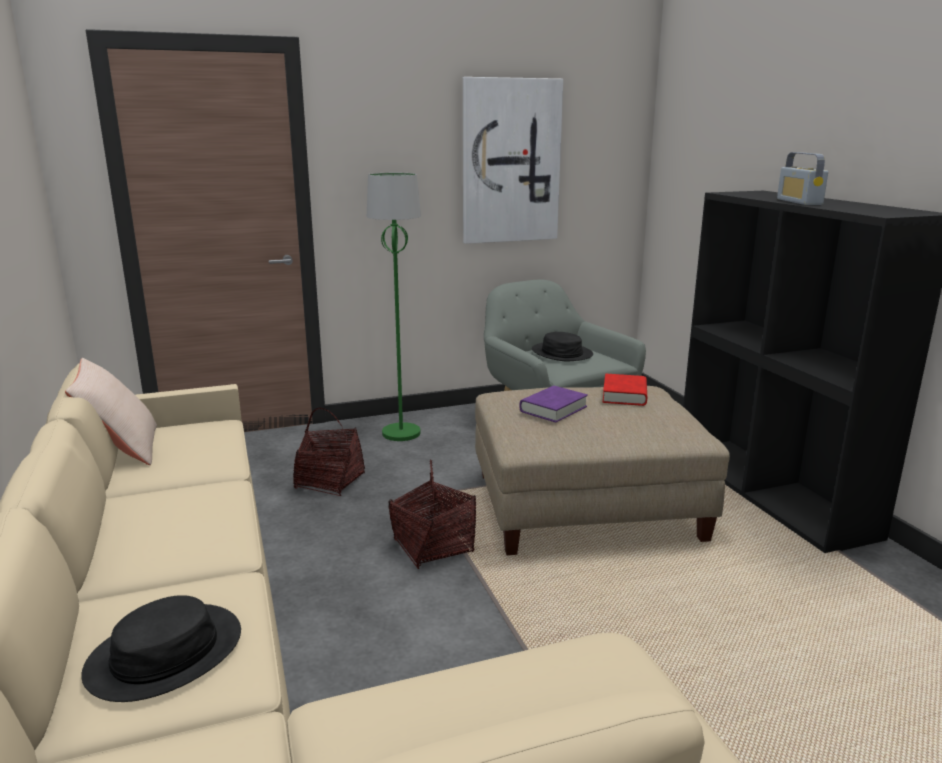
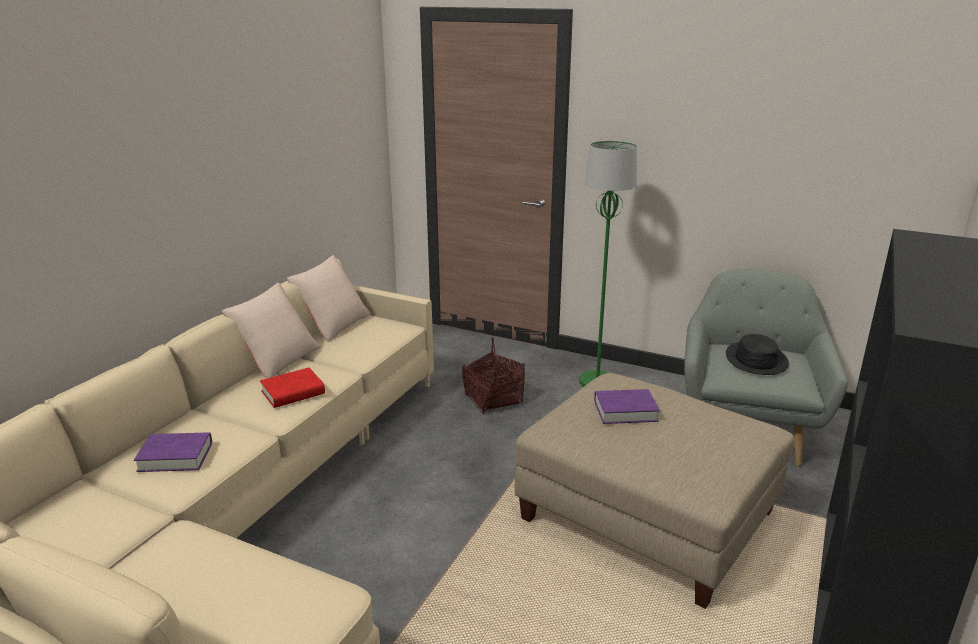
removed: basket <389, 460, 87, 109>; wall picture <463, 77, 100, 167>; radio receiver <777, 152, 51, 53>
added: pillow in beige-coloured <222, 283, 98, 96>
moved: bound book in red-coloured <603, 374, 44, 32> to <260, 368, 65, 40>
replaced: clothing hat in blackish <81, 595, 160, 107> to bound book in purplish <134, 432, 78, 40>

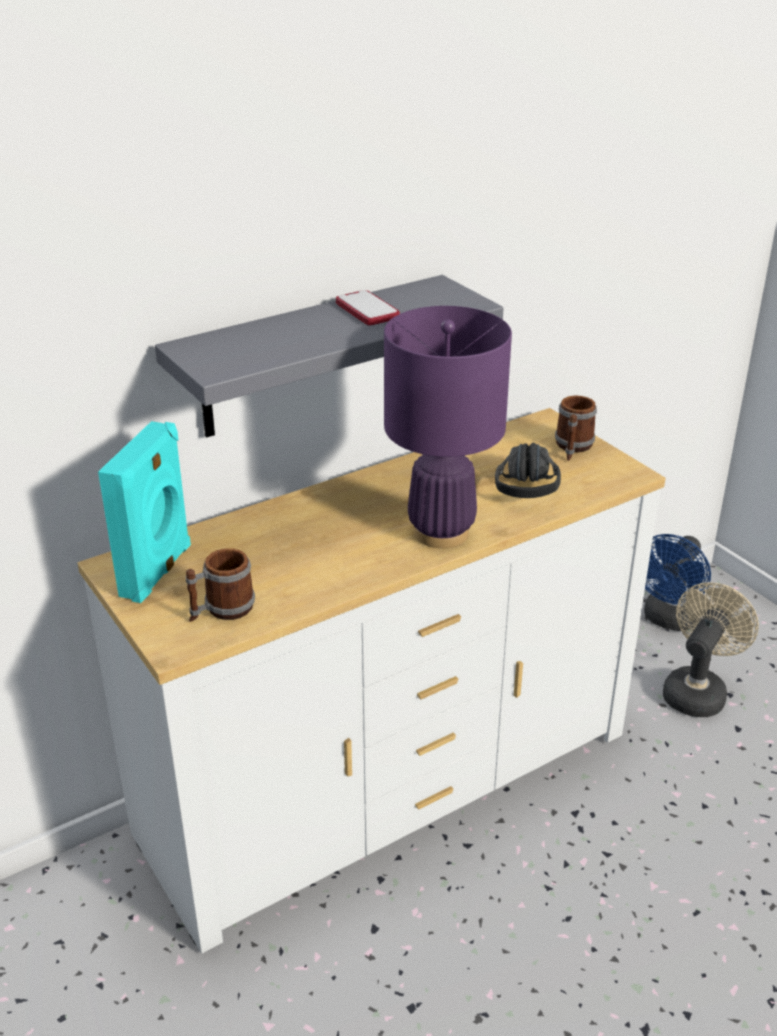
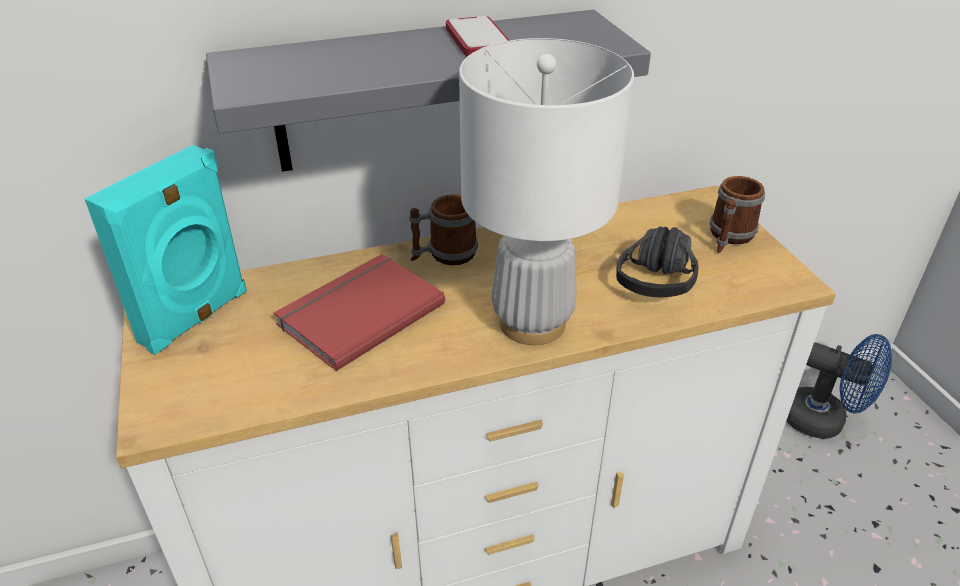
removed: cooling fan in beige-coloured <663, 582, 96, 135>
added: bound book in red-coloured <274, 254, 171, 117>
moved: tea mug <186, 548, 69, 74> to <409, 194, 69, 71>
recoloured: tabletop lamp in purplish <384, 306, 128, 242> to tabletop lamp in whitish <459, 38, 175, 307>
turned: cooling fan in bluish <644, 534, 67, 97> = <786, 334, 106, 105> 105 degrees counterclockwise

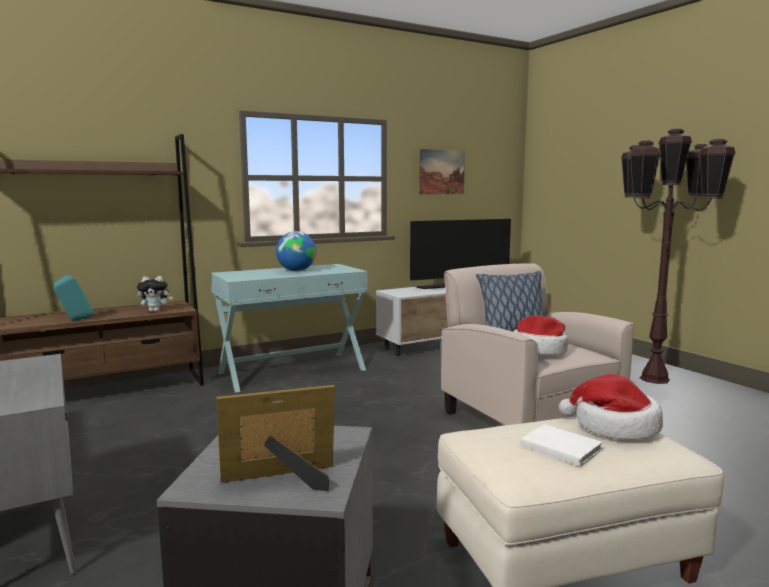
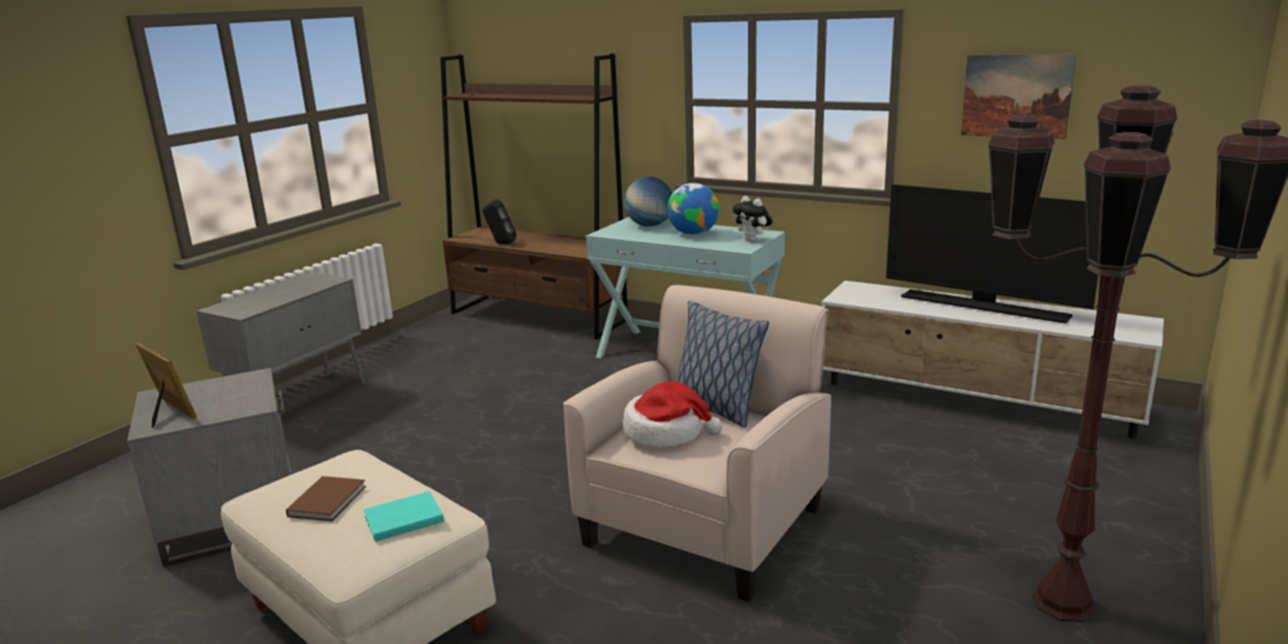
added: desk globe <624, 177, 48, 50>
moved: cuddly toy <137, 276, 36, 36> to <733, 196, 40, 46>
replaced: clothing hat <559, 374, 104, 66> to bound book in turquoise-coloured <364, 491, 80, 51>
recoloured: audio speaker in turquoise-coloured <53, 274, 40, 46> to audio speaker in blackish <482, 199, 34, 45>; bound book in whitish <521, 424, 82, 42> to bound book in brownish <286, 476, 80, 46>

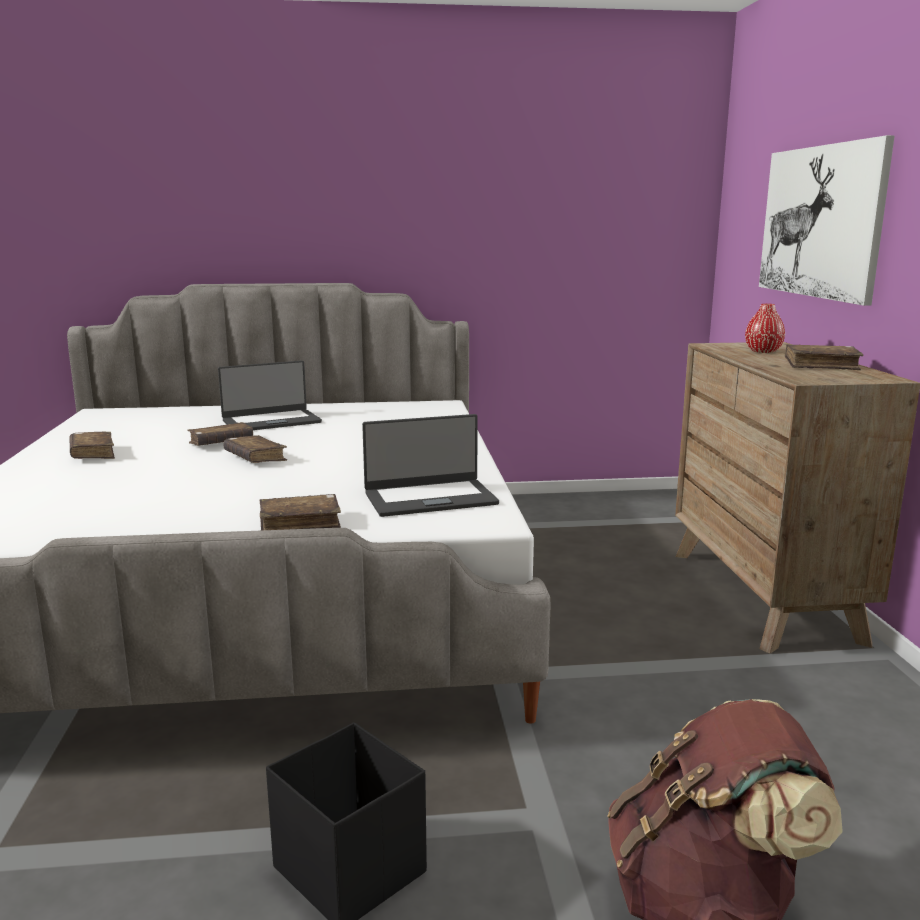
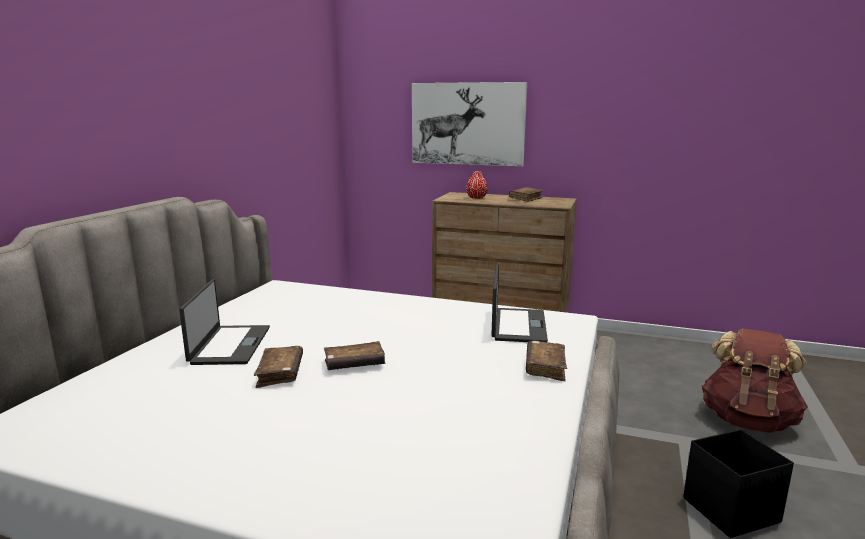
removed: bound book in brownish <69, 432, 46, 27>

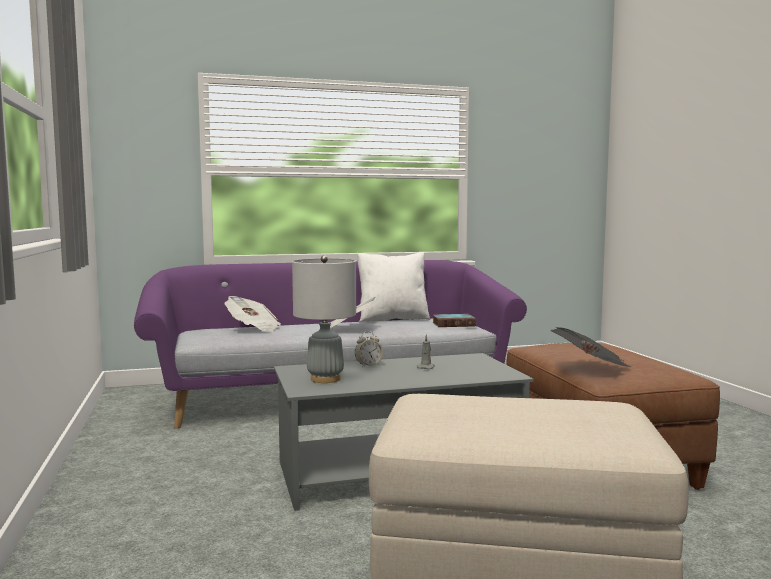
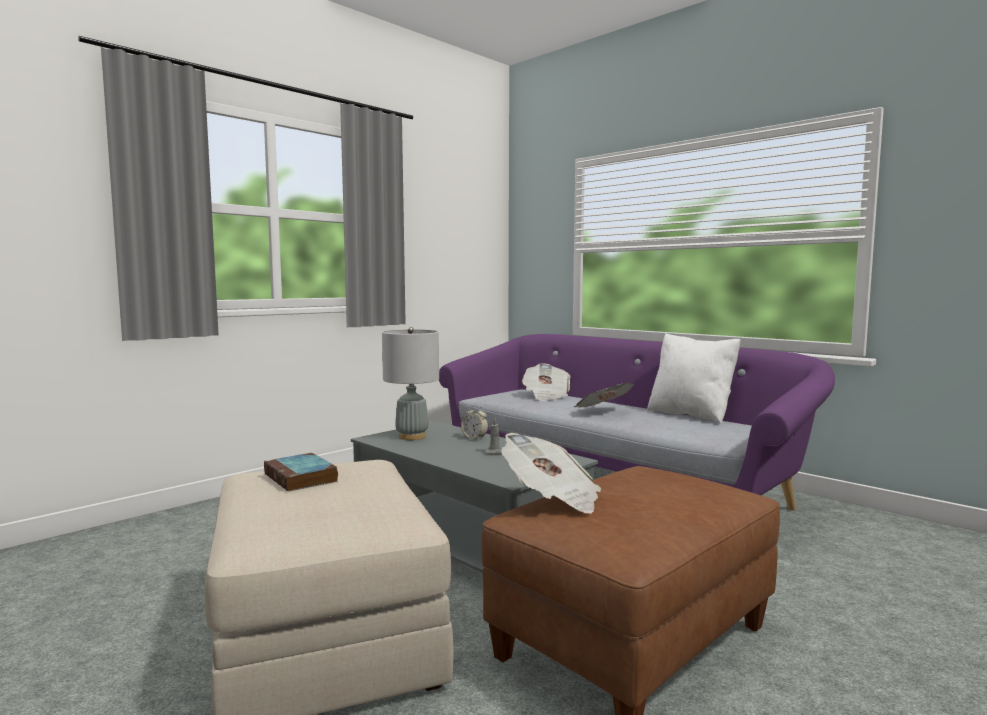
moved: bound book <432, 314, 44, 13> to <264, 453, 74, 39>

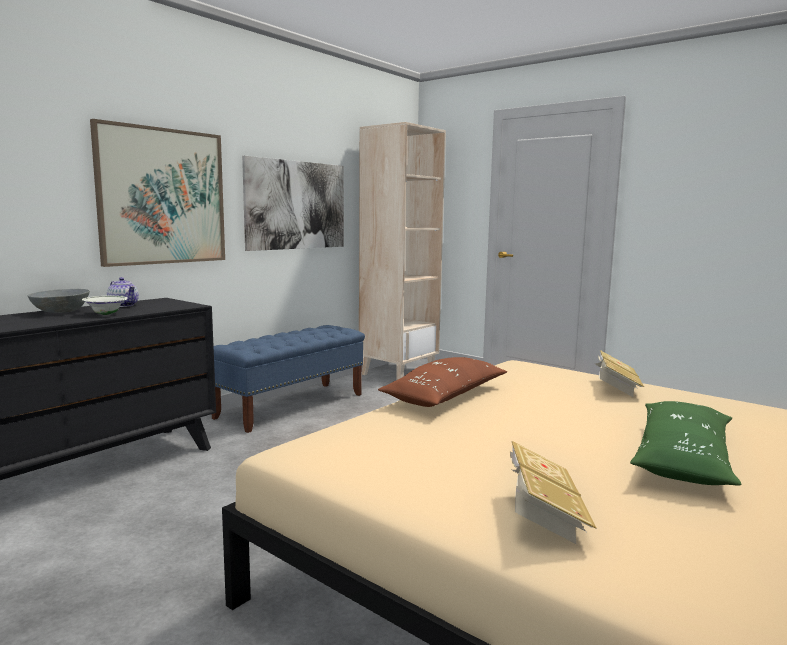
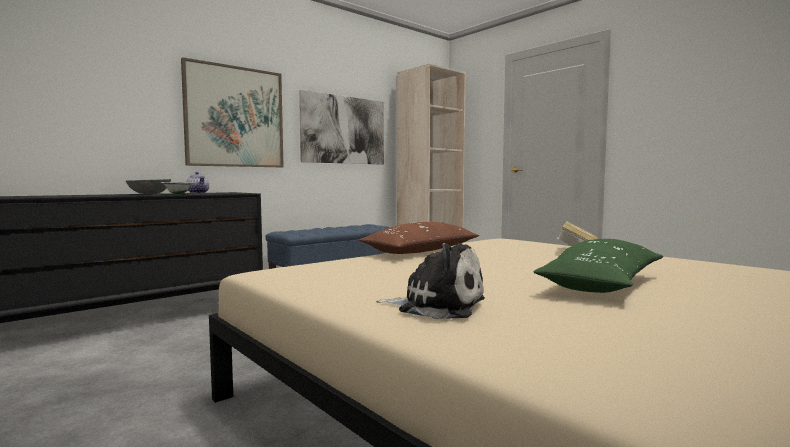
replaced: bound book <506, 441, 90, 103> to cuddly toy <376, 243, 109, 76>

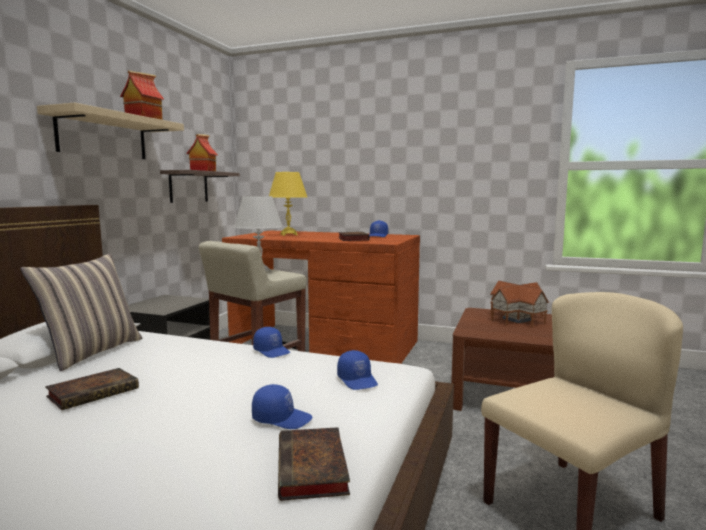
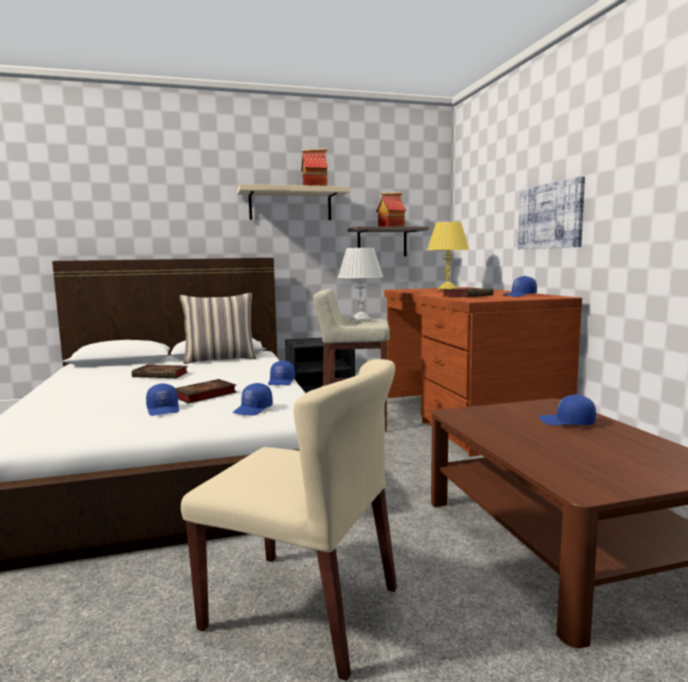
added: wall picture <518, 176, 67, 73>
moved: bound book <278, 427, 72, 74> to <175, 379, 62, 25>
replaced: toy house <490, 281, 59, 46> to cap in bluish <539, 395, 57, 31>

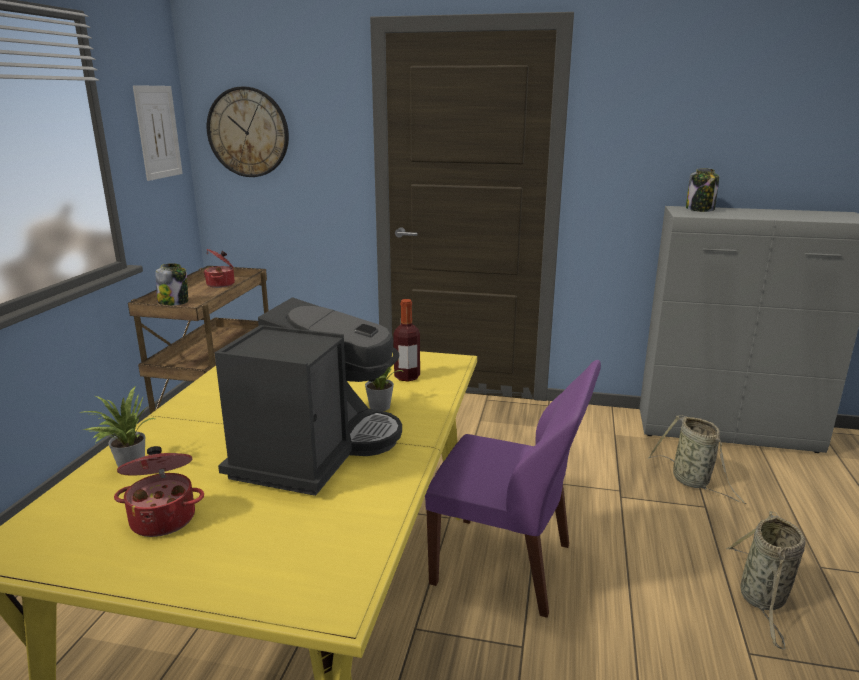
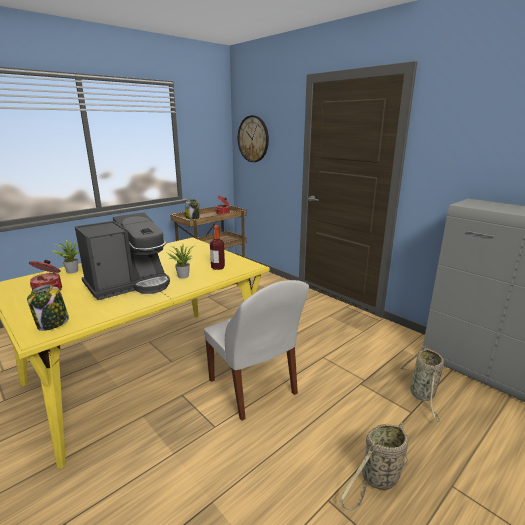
removed: wall picture <133, 85, 50, 96>
moved: jar <686, 168, 33, 44> to <27, 284, 42, 47>
recoloured: chair in purplish <425, 360, 176, 258> to chair in whitish <204, 280, 105, 141>

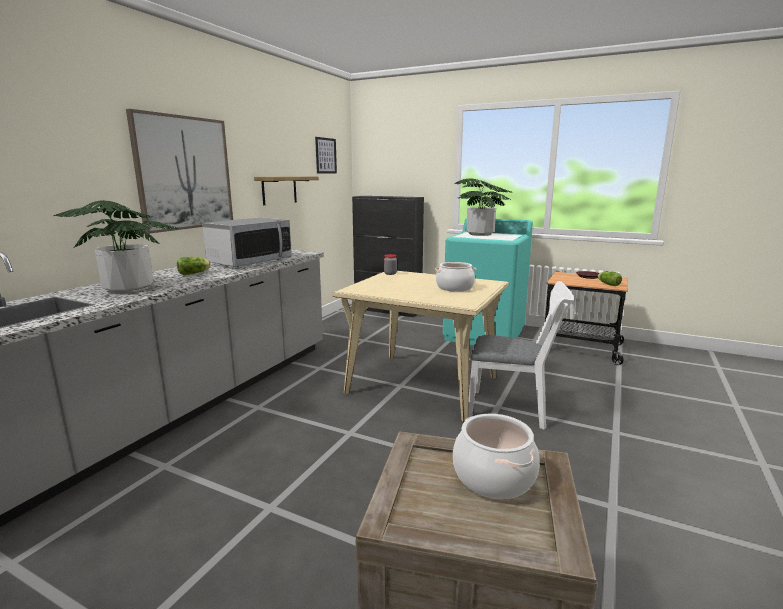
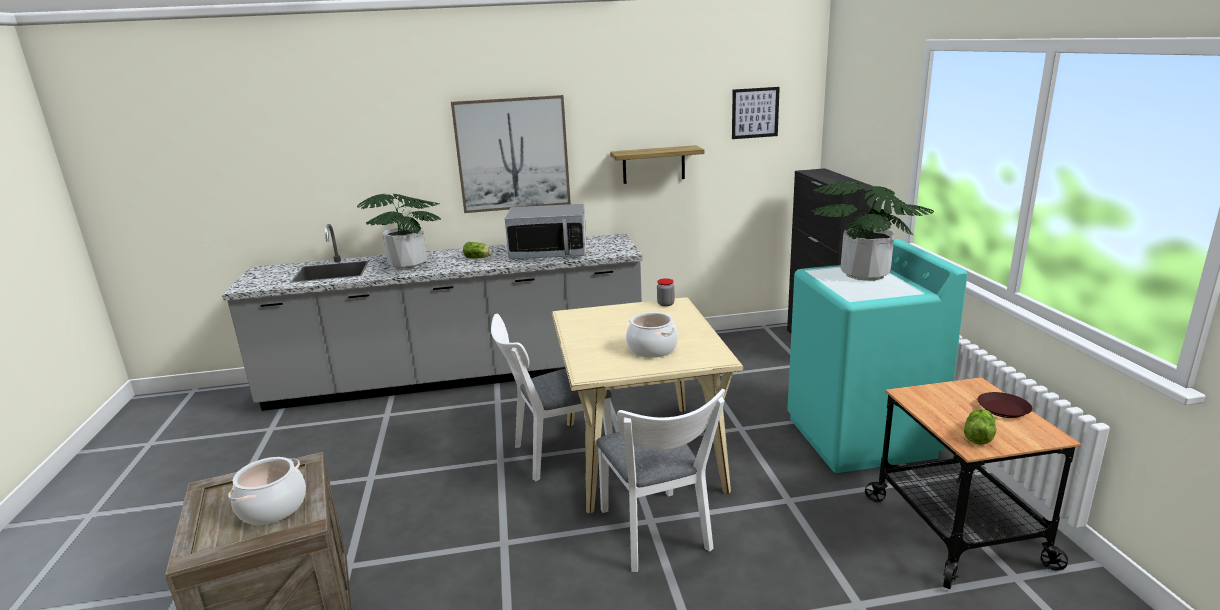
added: chair in whitish <491, 314, 122, 167>

